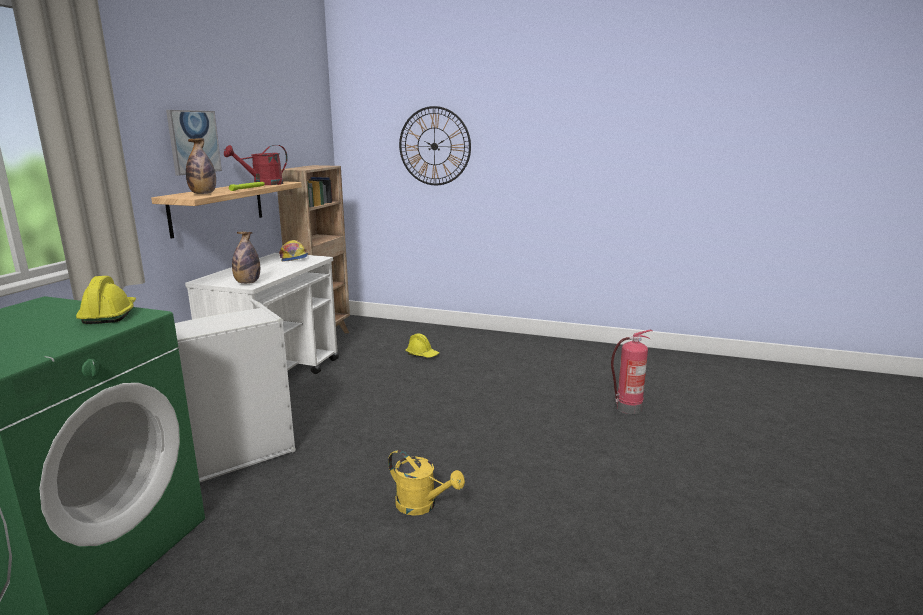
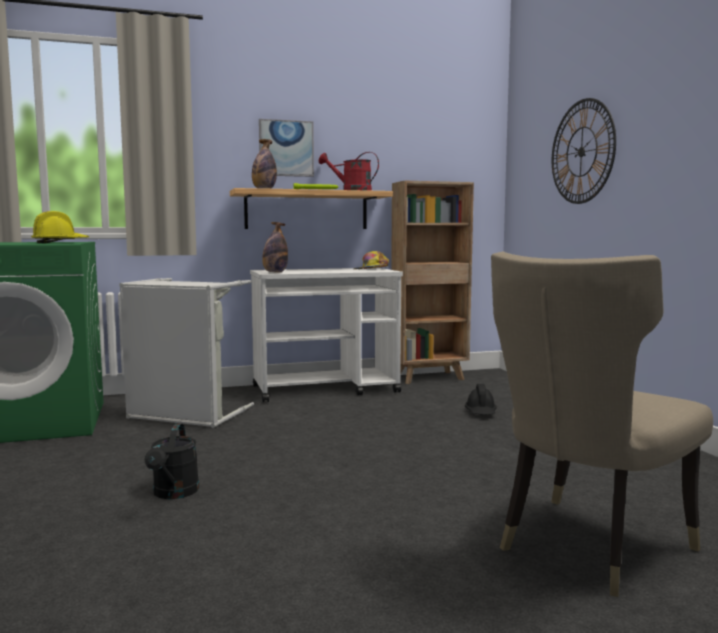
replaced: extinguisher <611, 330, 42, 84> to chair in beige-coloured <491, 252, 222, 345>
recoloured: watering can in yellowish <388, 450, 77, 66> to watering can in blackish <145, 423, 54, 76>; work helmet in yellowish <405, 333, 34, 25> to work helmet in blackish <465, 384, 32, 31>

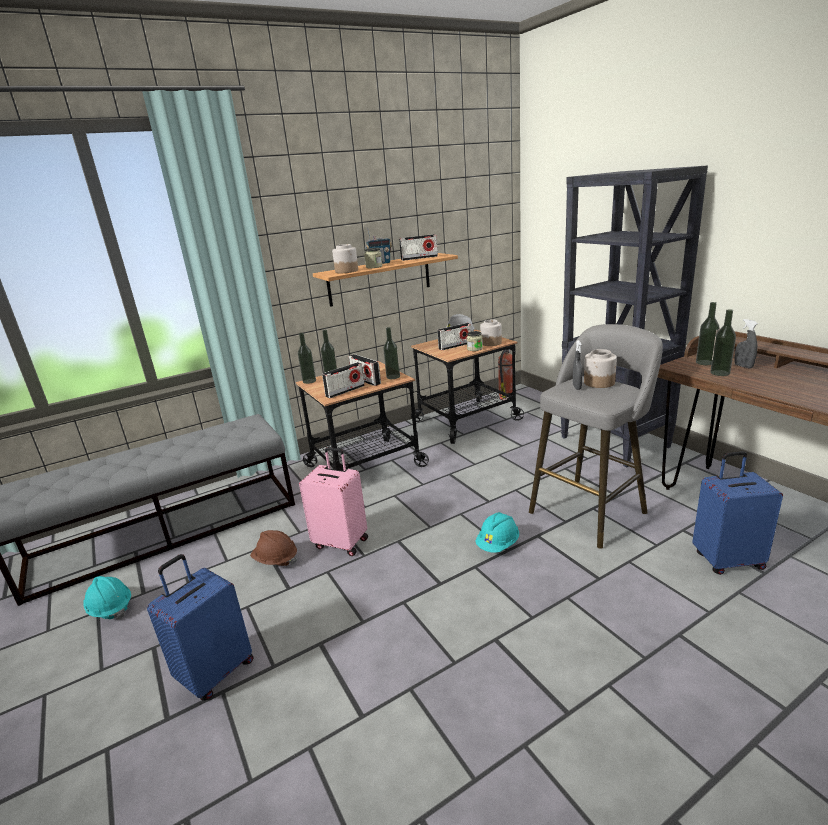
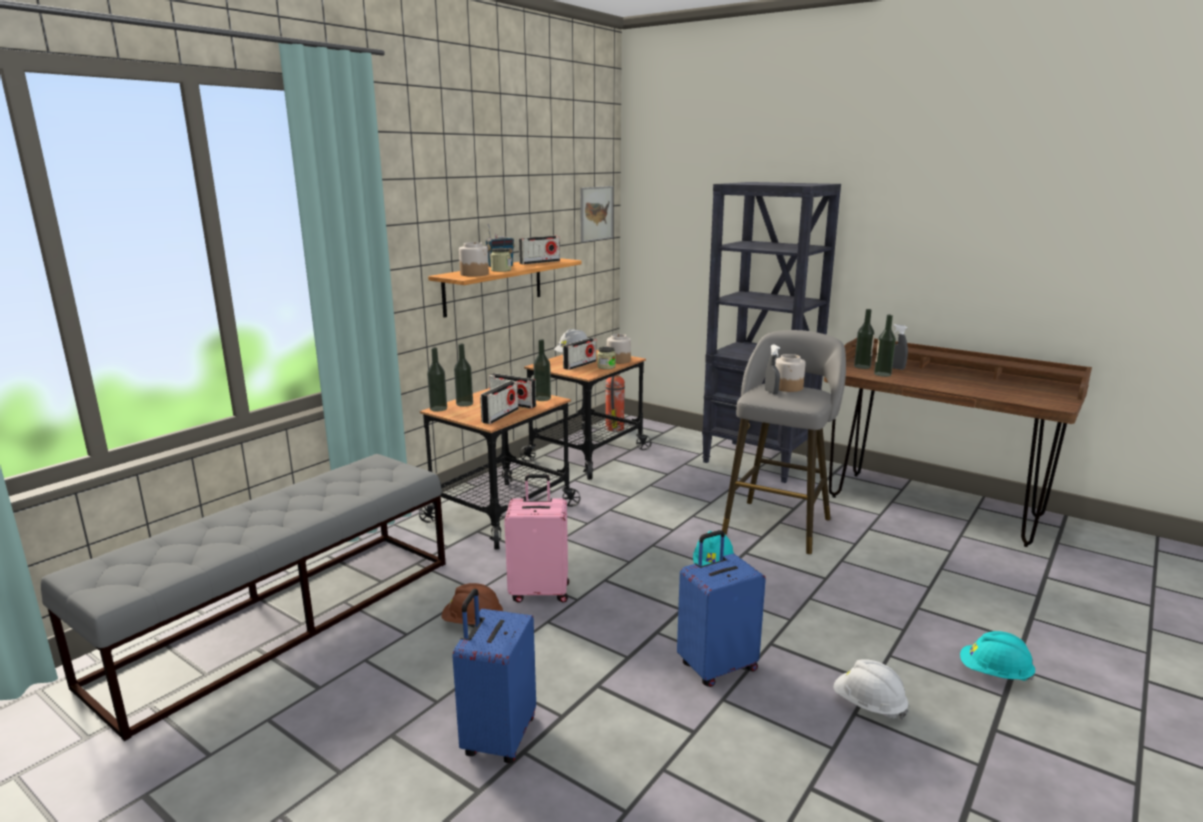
added: wall picture <580, 186, 33, 56>; work helmet in whitish <833, 659, 76, 60>
moved: work helmet in turquoise-coloured <83, 576, 48, 44> to <960, 631, 75, 50>; suitcase in bluish <692, 451, 91, 124> to <677, 530, 89, 157>

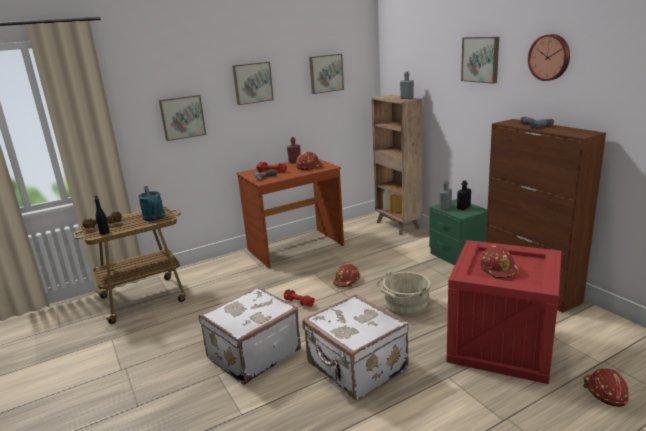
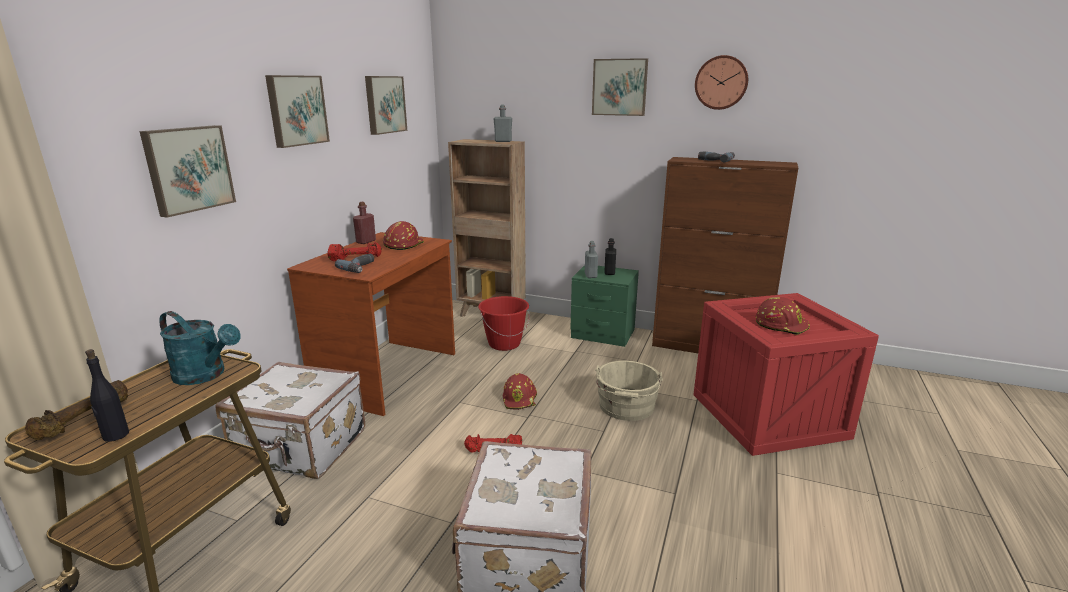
removed: work helmet in red-coloured <583, 368, 46, 39>
added: bucket in red-coloured <478, 296, 51, 55>
moved: suitcase in whitish <303, 294, 106, 106> to <216, 362, 149, 117>

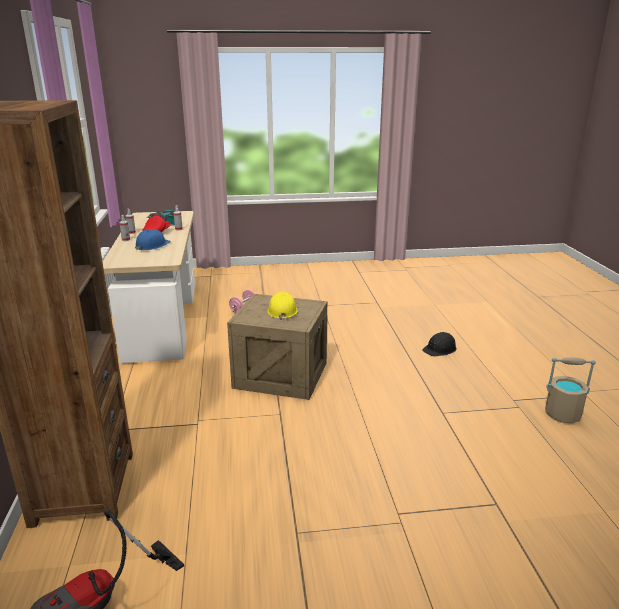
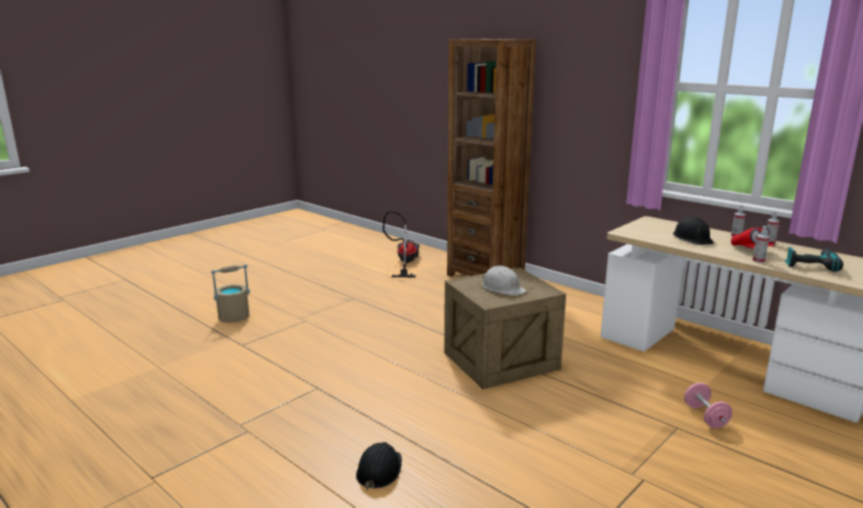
moved: bucket in beige-coloured <545, 357, 51, 66> to <211, 264, 39, 59>
recoloured: work helmet in bluish <135, 229, 36, 21> to work helmet in blackish <673, 216, 41, 29>; work helmet in yellowish <268, 292, 30, 28> to work helmet in whitish <482, 266, 45, 30>

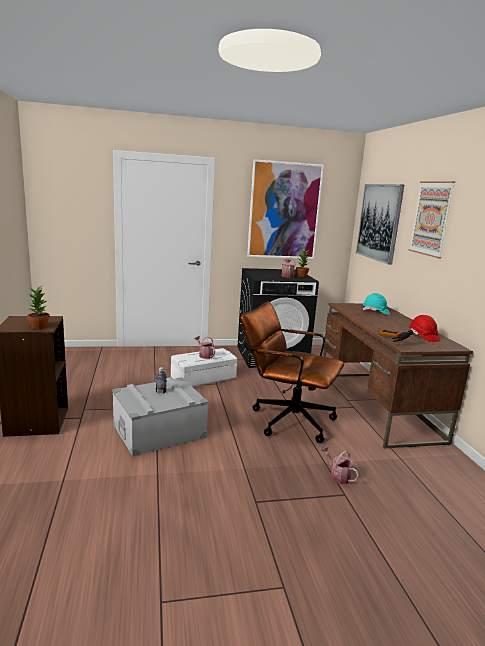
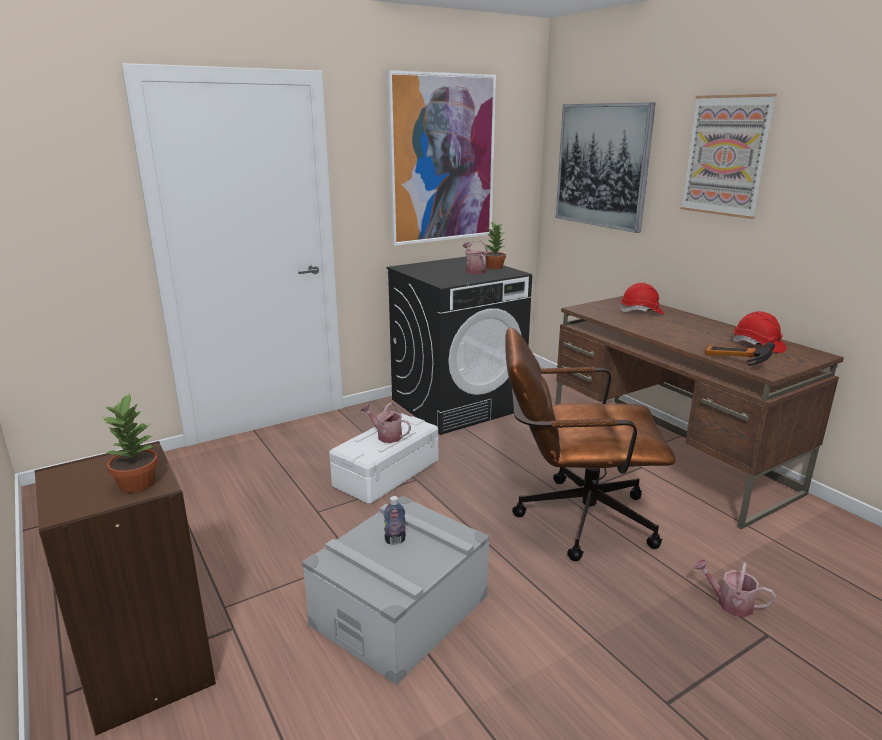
recoloured: work helmet in turquoise-coloured <362, 293, 28, 22> to work helmet in red-coloured <619, 283, 45, 32>

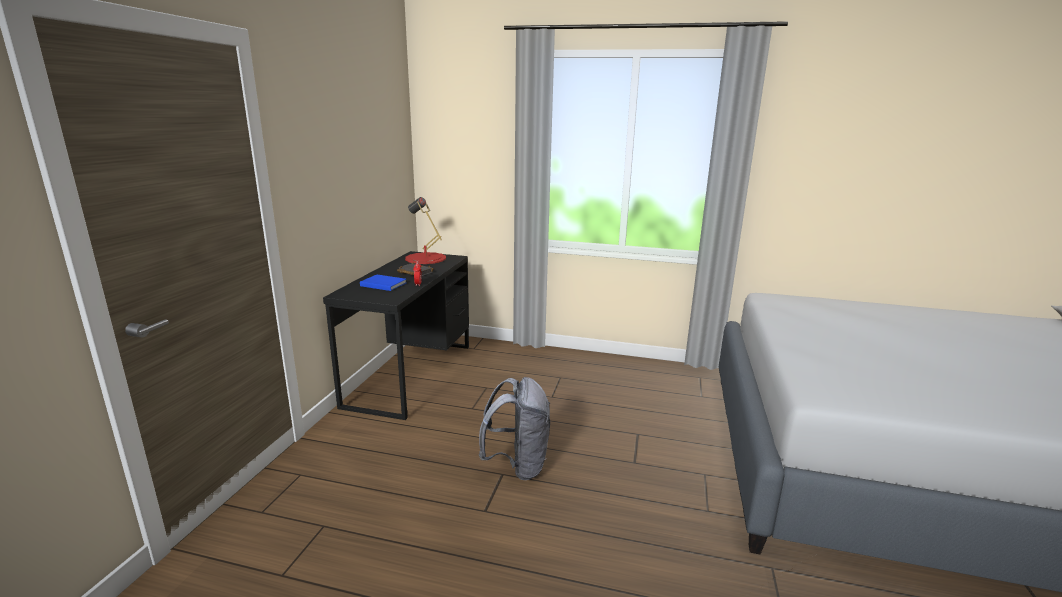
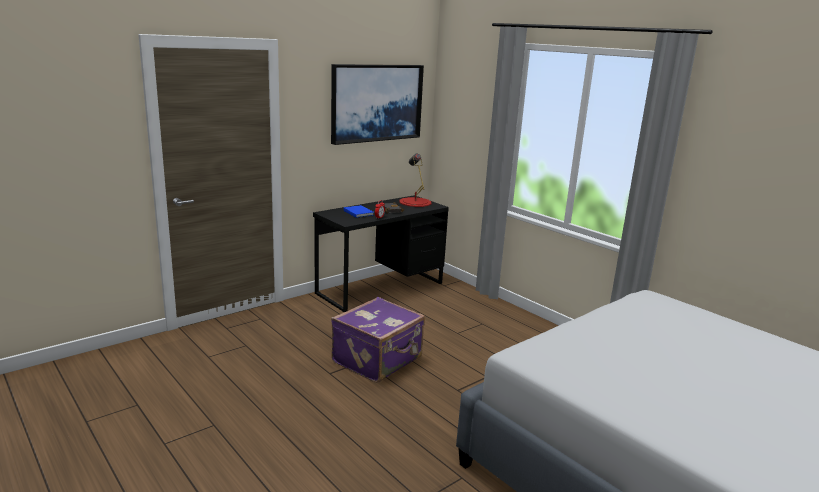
added: wall picture <331, 64, 93, 81>
replaced: knapsack in greyish <479, 377, 71, 103> to suitcase in purplish <331, 297, 94, 86>

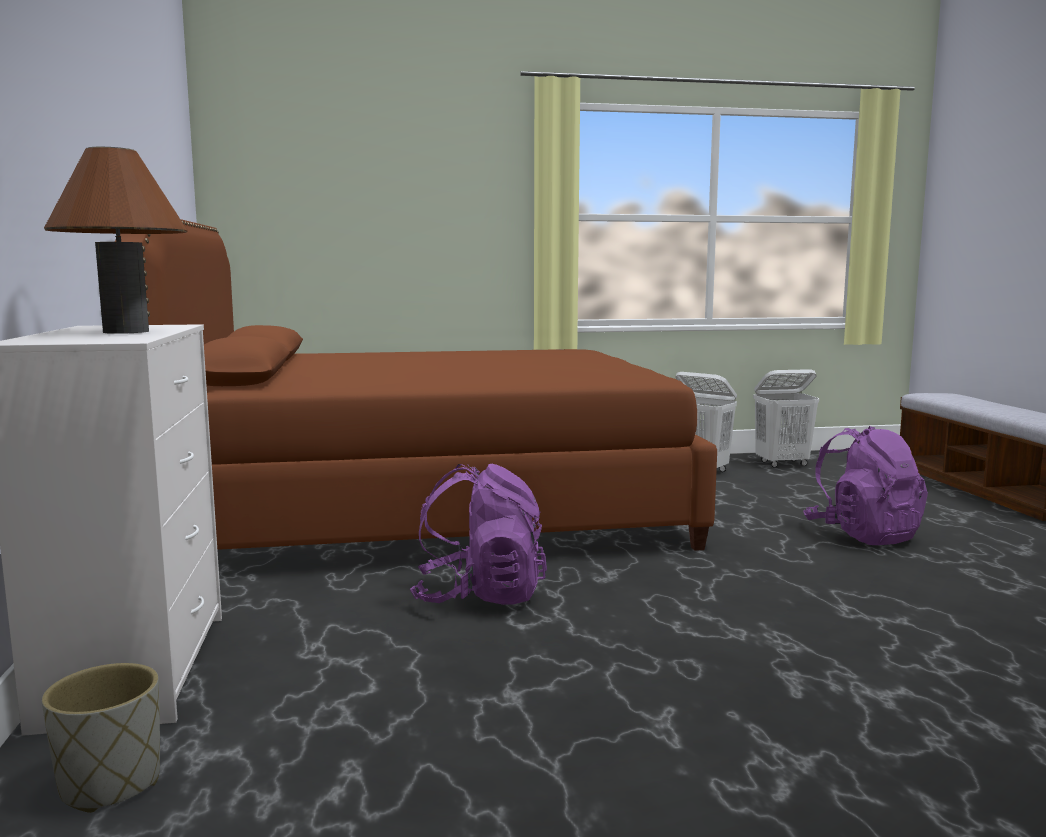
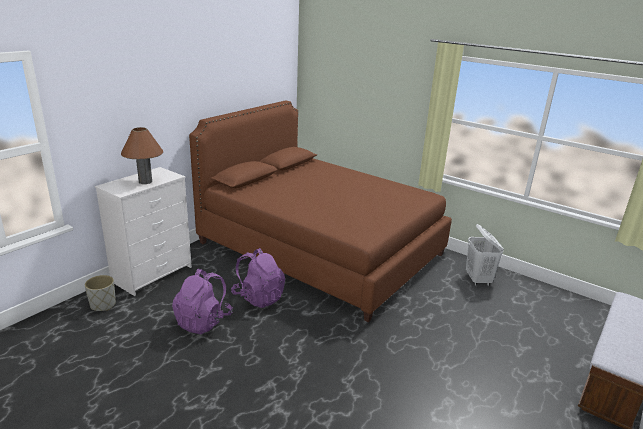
removed: hamper in whitish <753, 369, 66, 98>
moved: knapsack in purplish <803, 426, 125, 119> to <172, 269, 61, 65>

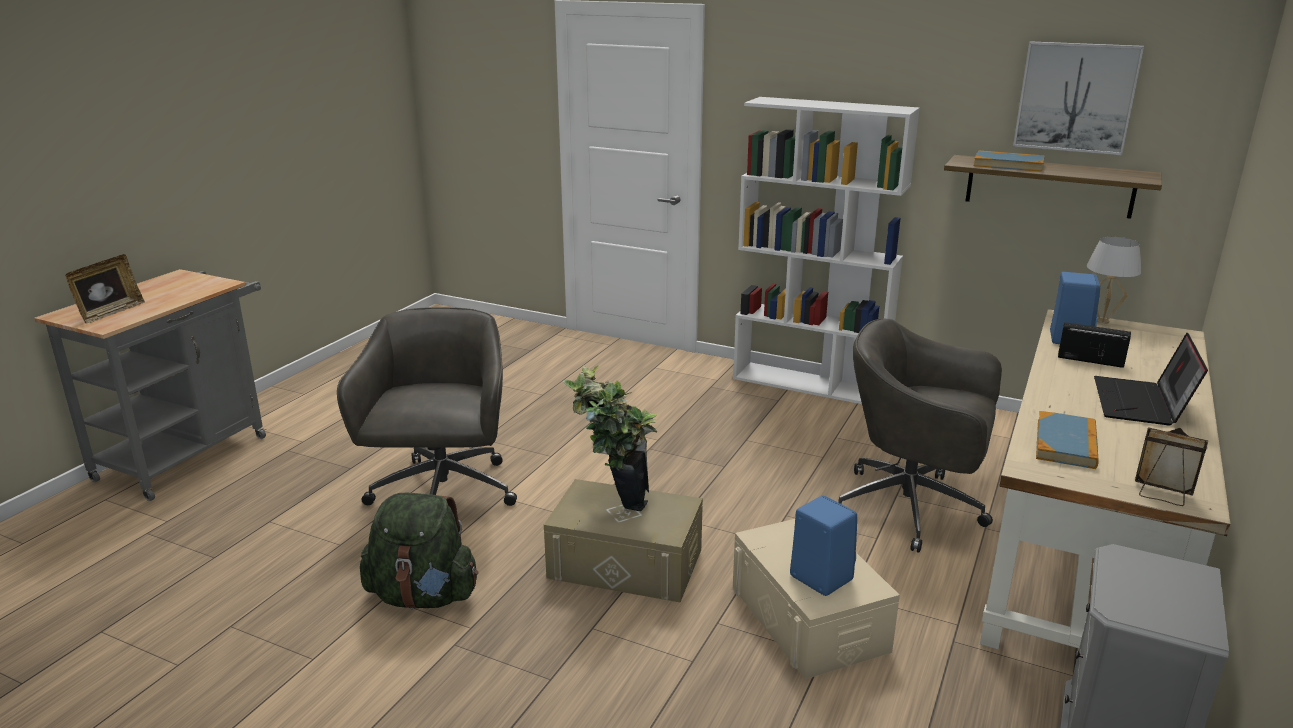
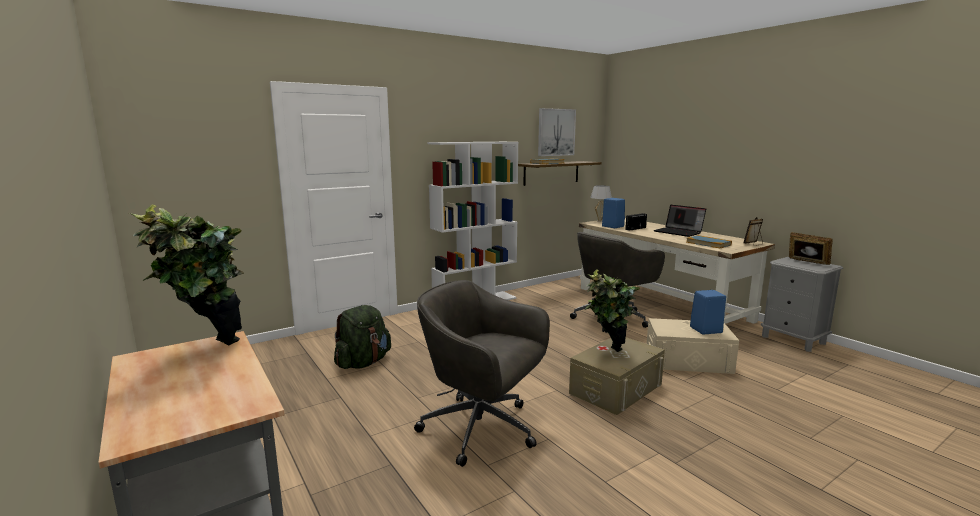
added: houseplant <129, 205, 115, 141>
moved: photo frame <65, 254, 80, 69> to <789, 232, 44, 33>; knapsack in green <360, 493, 118, 116> to <334, 305, 57, 64>

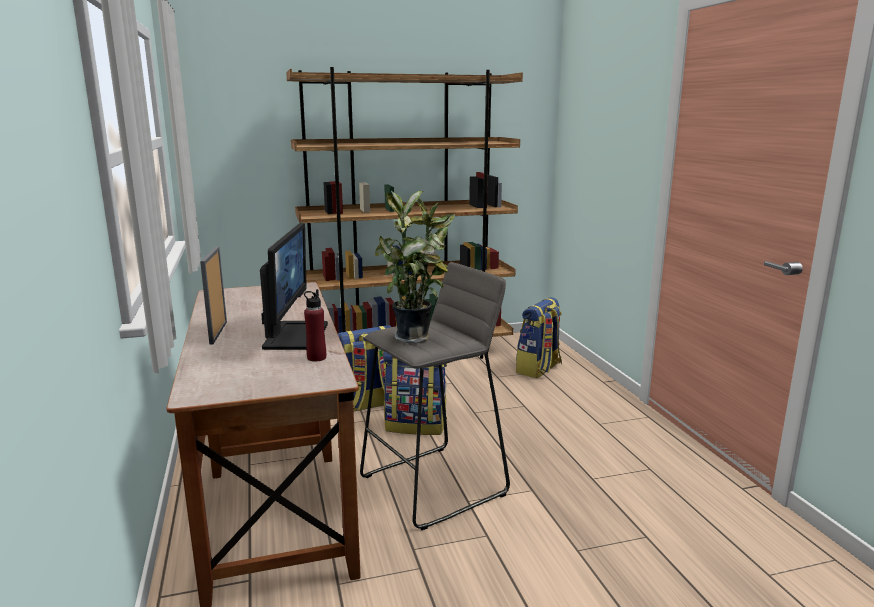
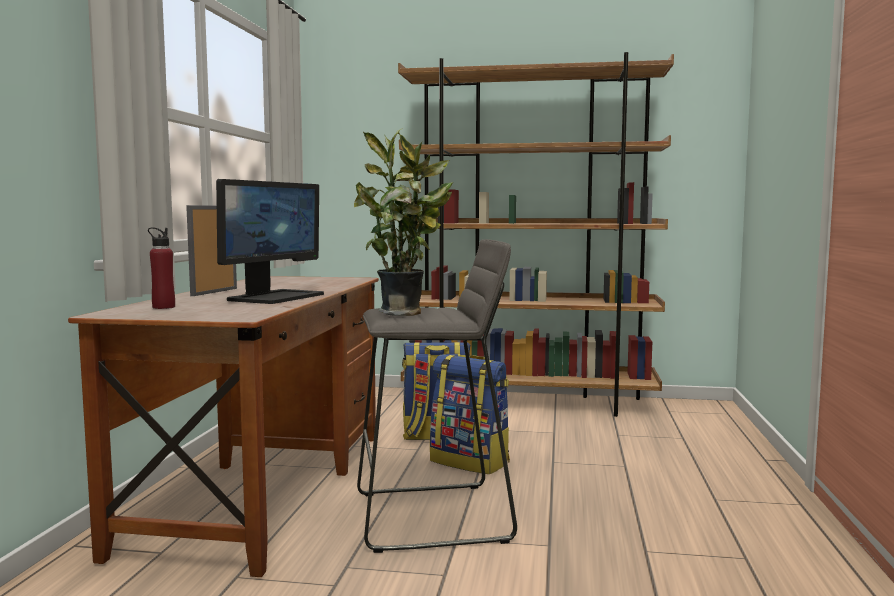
removed: knapsack <516, 297, 46, 82>
moved: drink bottle in red-coloured <304, 289, 22, 73> to <148, 227, 27, 82>

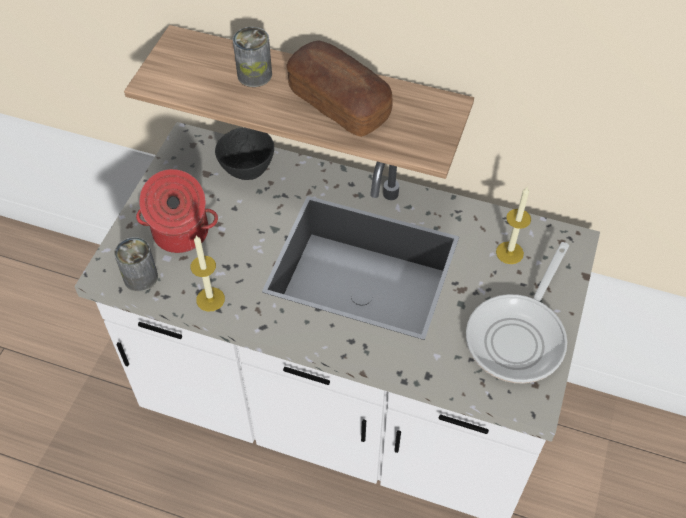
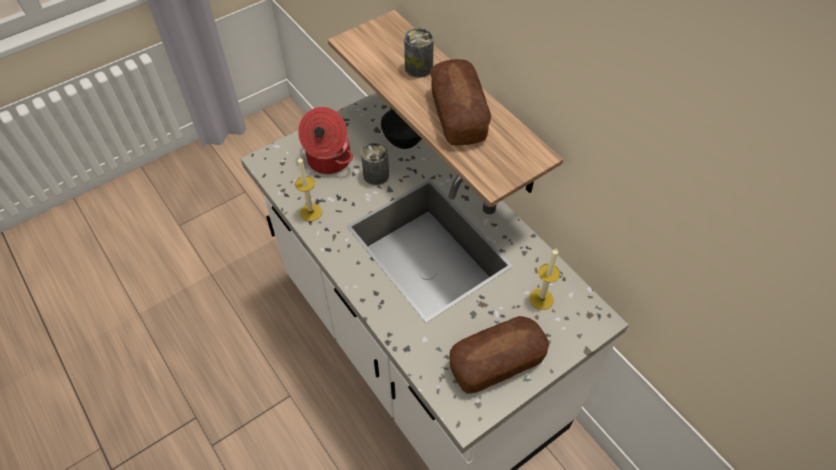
moved: can <114, 237, 44, 55> to <361, 142, 28, 43>
replaced: skillet <466, 242, 103, 141> to bakery bread <449, 316, 100, 78>

